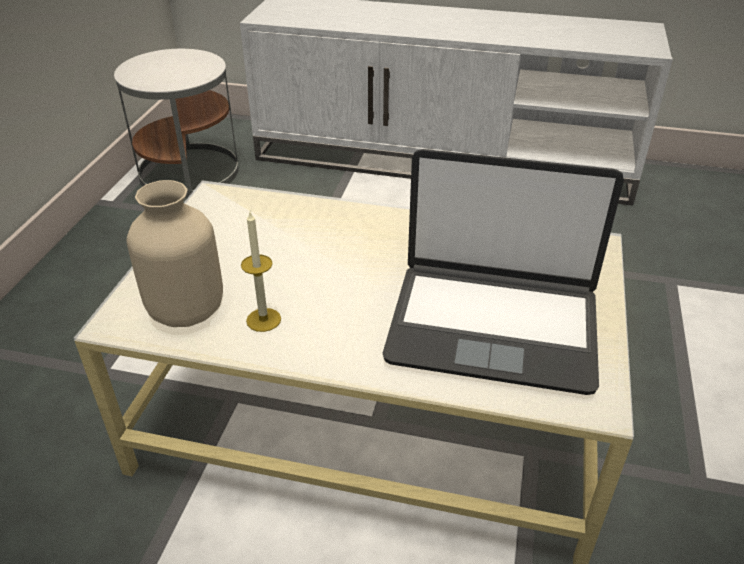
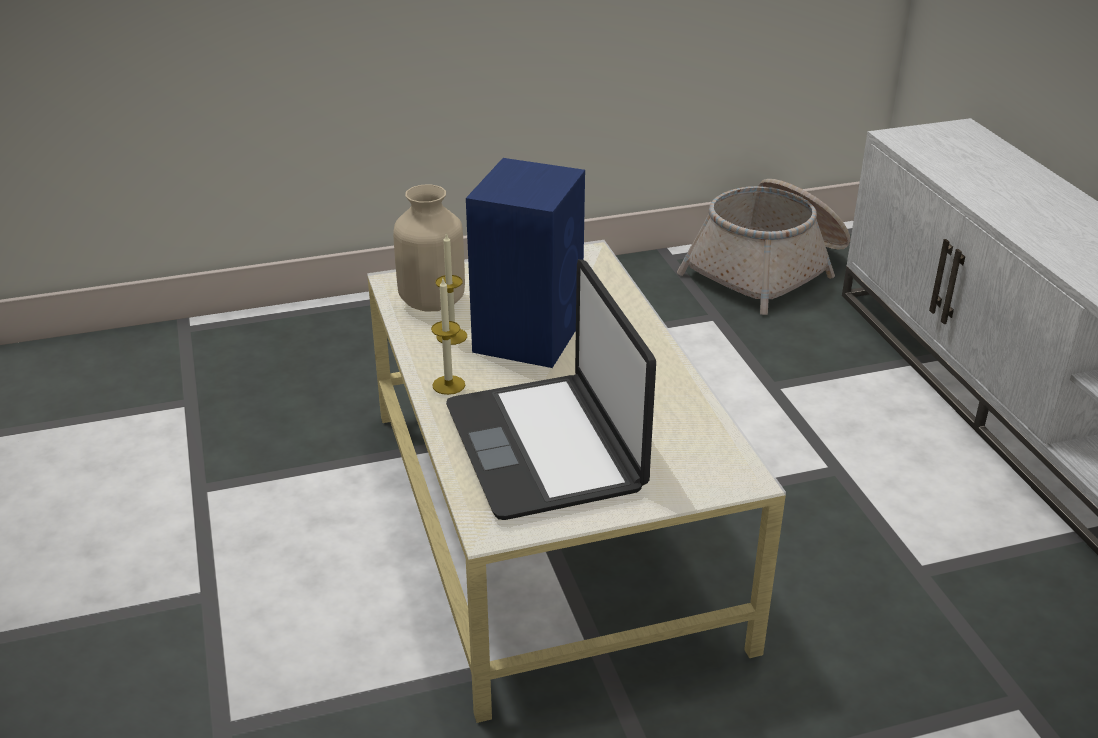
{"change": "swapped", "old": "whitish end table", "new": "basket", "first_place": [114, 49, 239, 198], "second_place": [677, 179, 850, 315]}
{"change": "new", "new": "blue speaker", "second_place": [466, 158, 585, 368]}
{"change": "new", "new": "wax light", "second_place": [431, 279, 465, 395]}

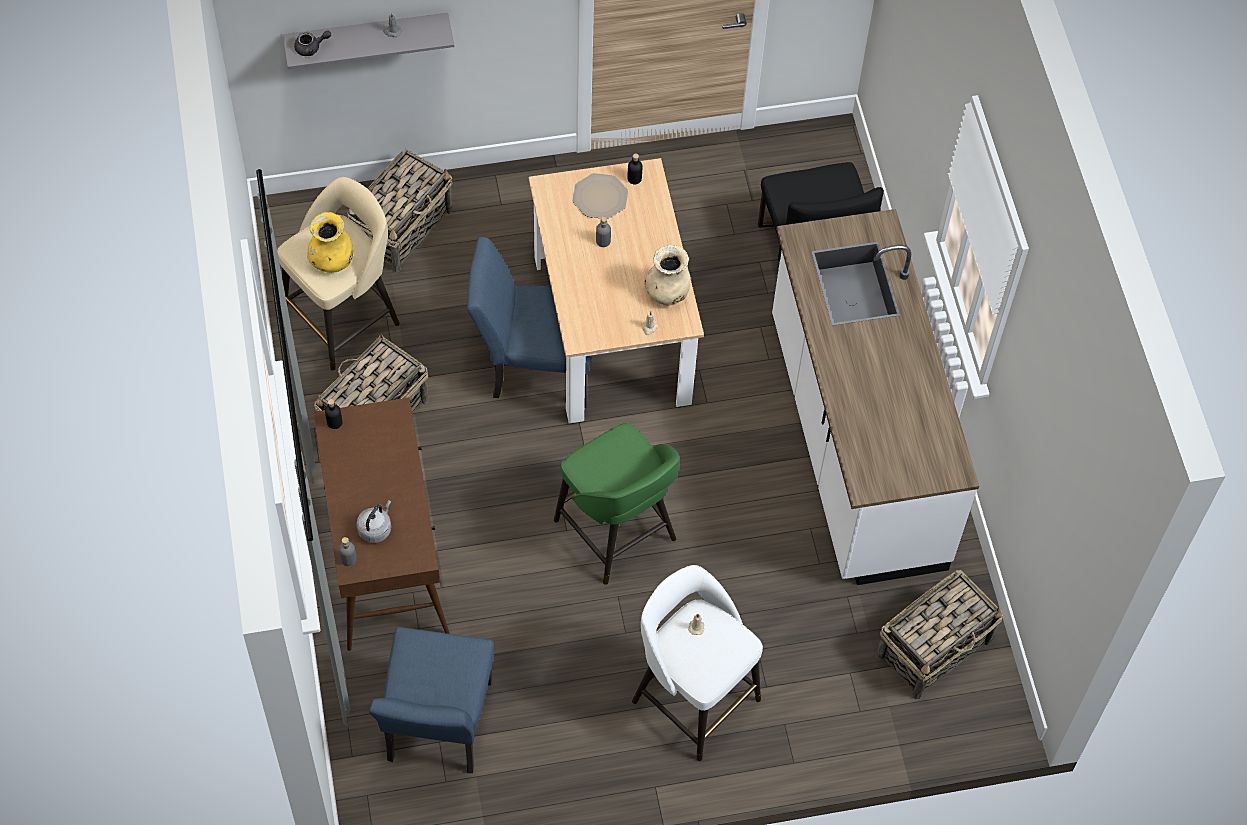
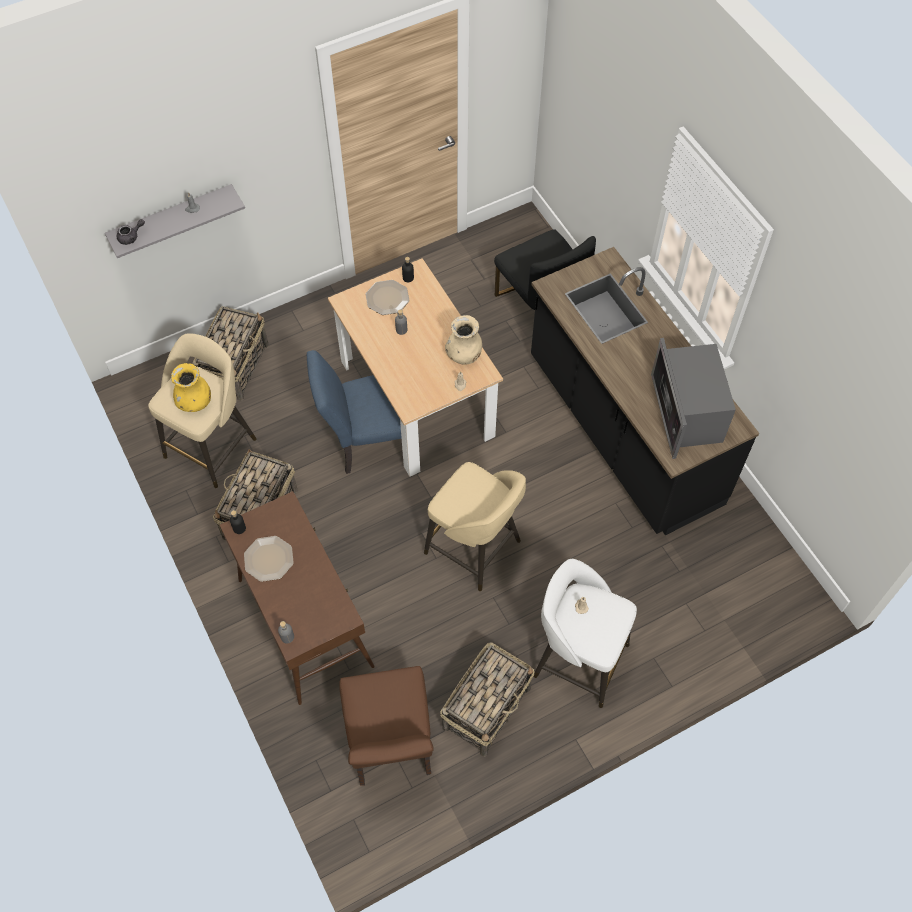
{"change": "repainted", "old": "whitish counter", "new": "black counter", "first_place": [772, 209, 979, 585], "second_place": [531, 247, 759, 536]}
{"change": "repainted", "old": "greenish stool seat", "new": "sand-coloured stool seat", "first_place": [554, 422, 680, 585], "second_place": [424, 462, 526, 591]}
{"change": "gone", "old": "gray water kettle", "first_place": [356, 500, 391, 543]}
{"change": "shifted", "old": "basket", "first_place": [876, 570, 1003, 699], "second_place": [440, 642, 535, 757]}
{"change": "repainted", "old": "blue chair", "new": "brown chair", "first_place": [369, 627, 494, 773], "second_place": [339, 666, 434, 786]}
{"change": "new", "new": "kitchen microwave", "second_place": [651, 338, 736, 459]}
{"change": "new", "new": "plate", "second_place": [244, 536, 294, 582]}

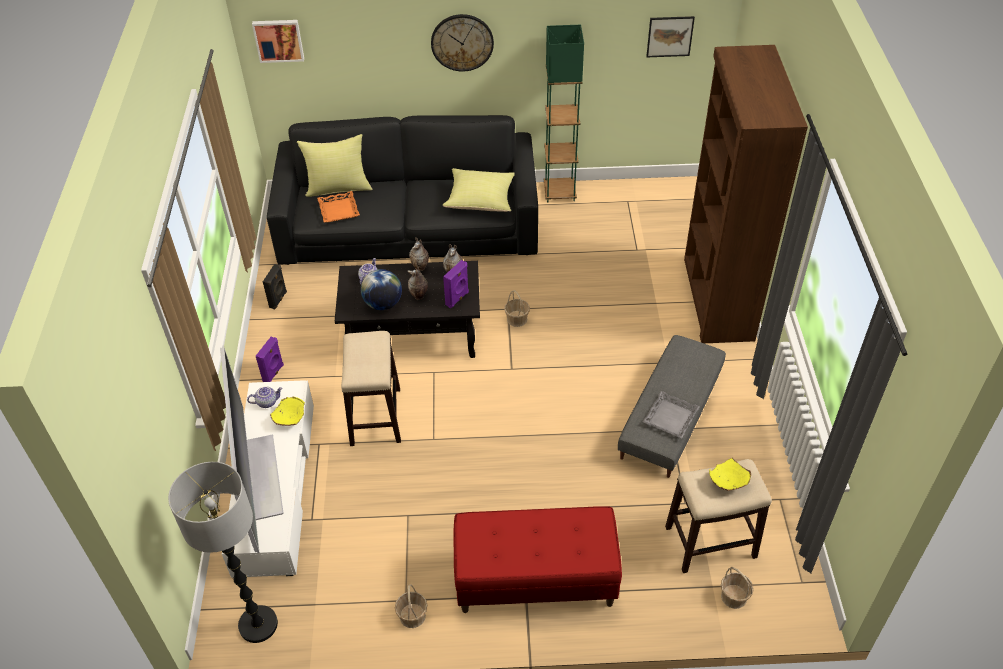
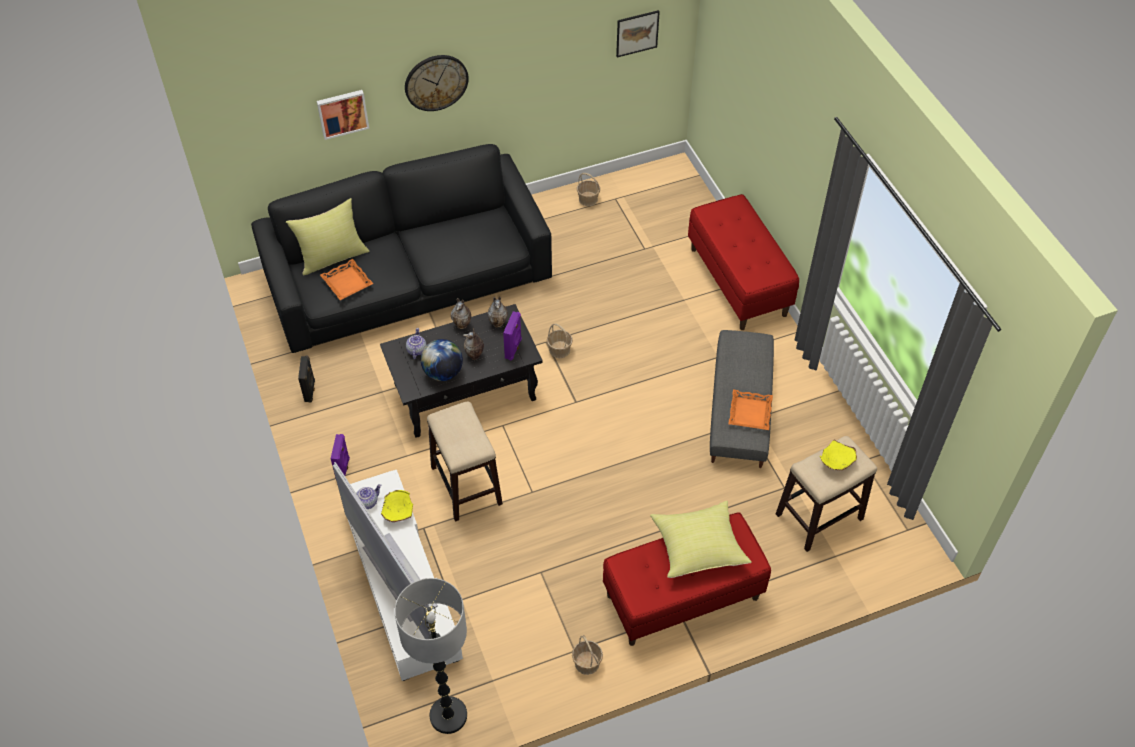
{"change": "shifted", "old": "wall picture", "first_place": [252, 20, 304, 63], "second_place": [317, 90, 369, 140]}
{"change": "gone", "old": "greenish standing lamp", "first_place": [544, 25, 584, 202]}
{"change": "swapped", "old": "brown shelving unit", "new": "red indoor bench", "first_place": [684, 45, 808, 343], "second_place": [688, 194, 799, 330]}
{"change": "shifted", "old": "yellow pillow", "first_place": [442, 168, 515, 212], "second_place": [650, 501, 752, 578]}
{"change": "repainted", "old": "gray tray", "new": "orange tray", "first_place": [643, 391, 700, 438], "second_place": [728, 389, 773, 430]}
{"change": "shifted", "old": "basket", "first_place": [721, 567, 754, 609], "second_place": [577, 173, 600, 206]}

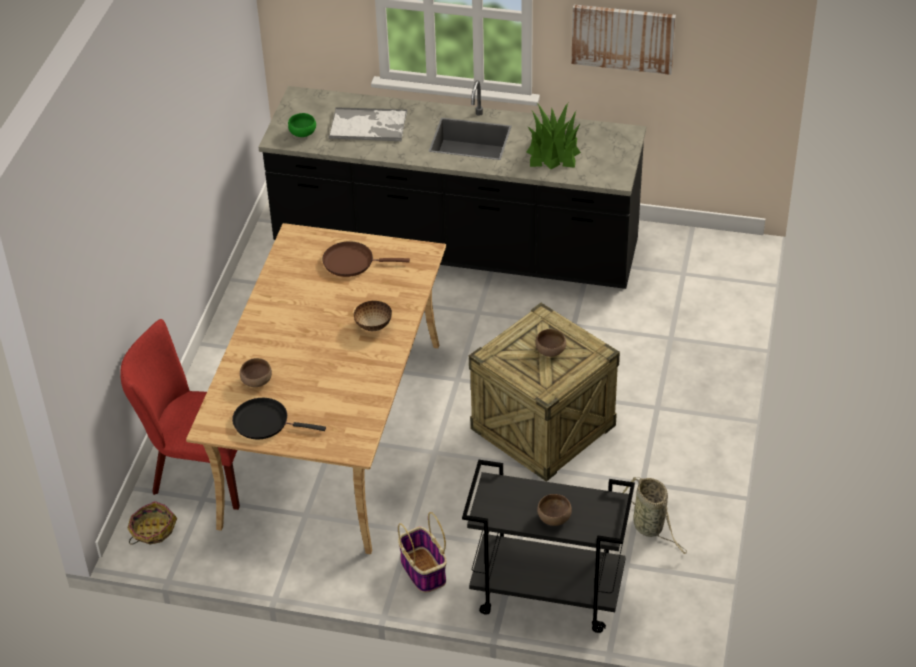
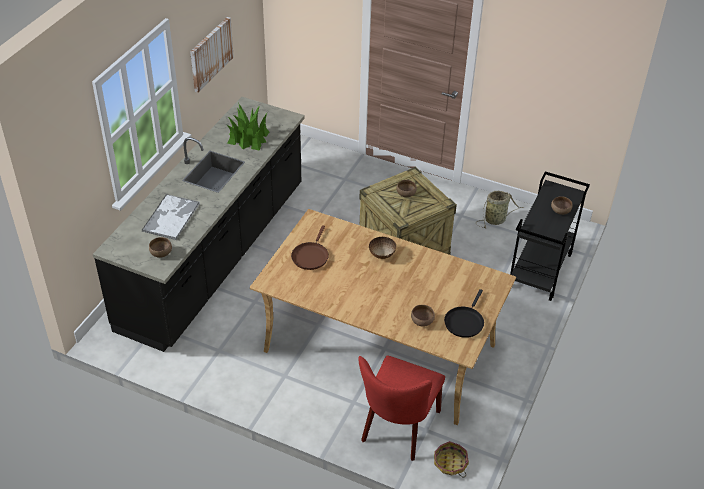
{"change": "repainted", "old": "greenish serving bowl", "new": "brown serving bowl", "first_place": [288, 113, 316, 137], "second_place": [149, 237, 172, 258]}
{"change": "gone", "old": "basket", "first_place": [398, 512, 447, 593]}

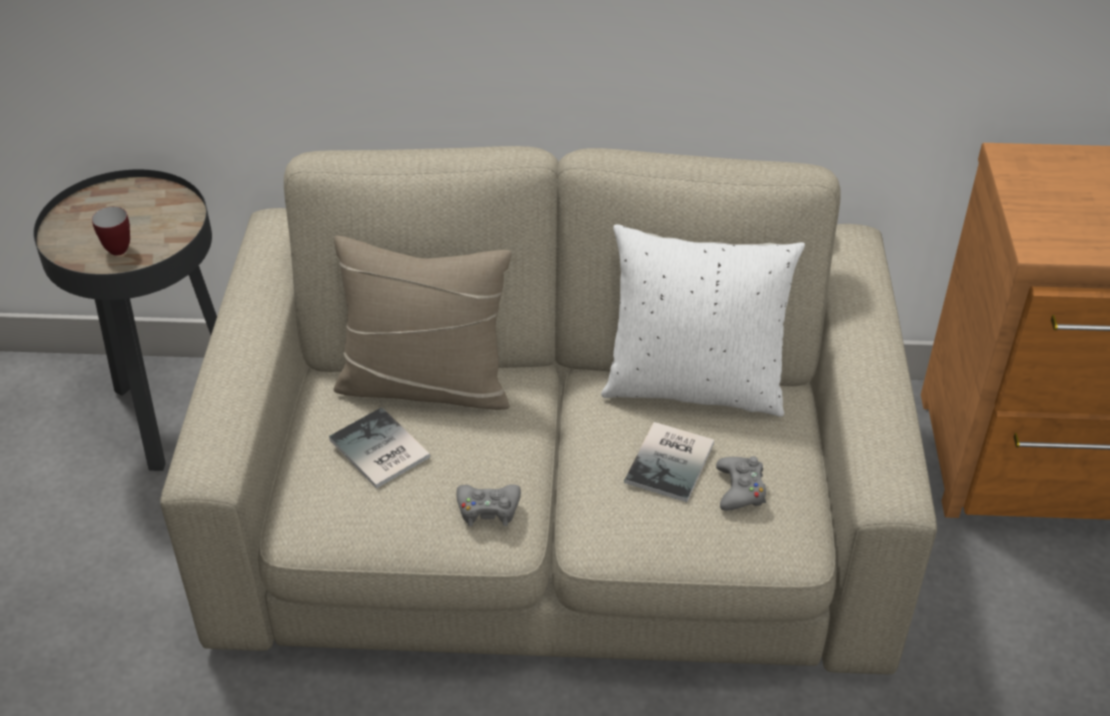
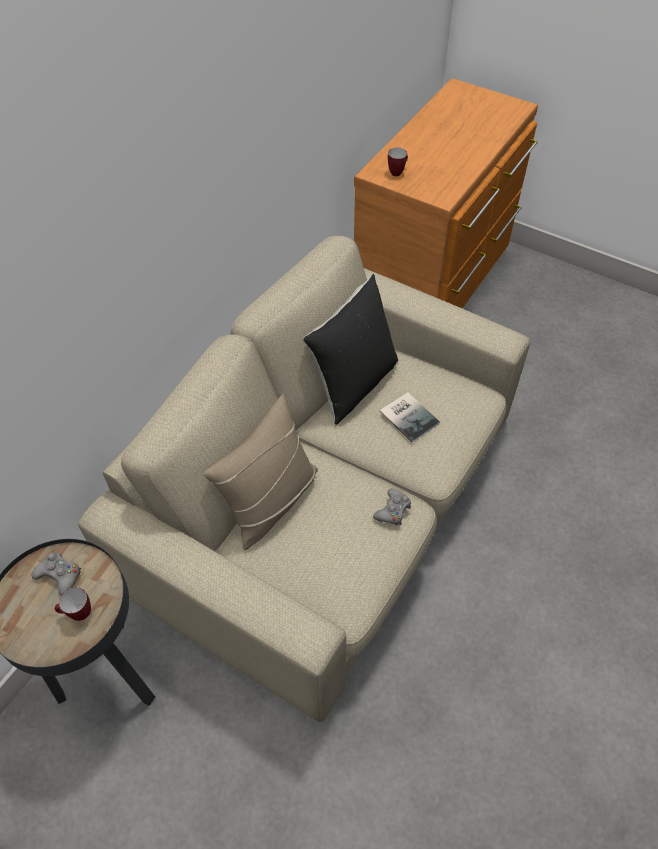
{"change": "repainted", "old": "whitish pillow", "new": "black pillow", "first_place": [601, 224, 805, 417], "second_place": [303, 274, 398, 425]}
{"change": "gone", "old": "volume", "first_place": [329, 407, 431, 489]}
{"change": "shifted", "old": "gray gamepad", "first_place": [716, 456, 766, 511], "second_place": [31, 552, 81, 595]}
{"change": "new", "new": "coffee mug", "second_place": [388, 147, 408, 176]}

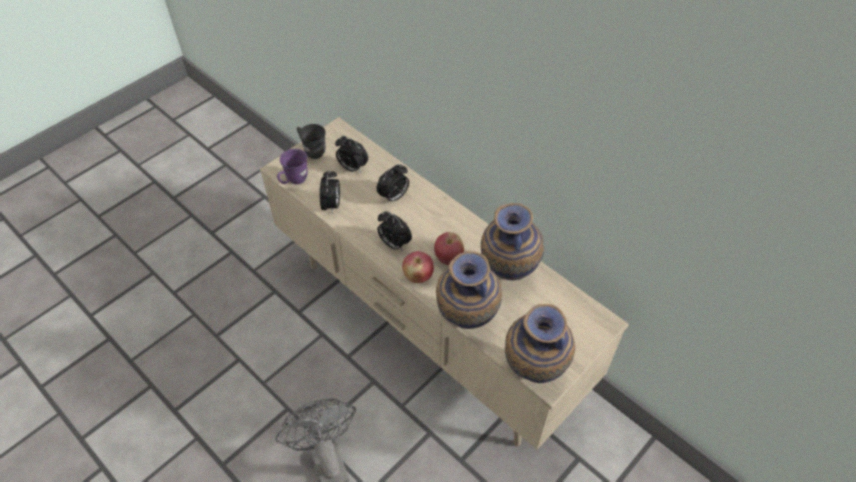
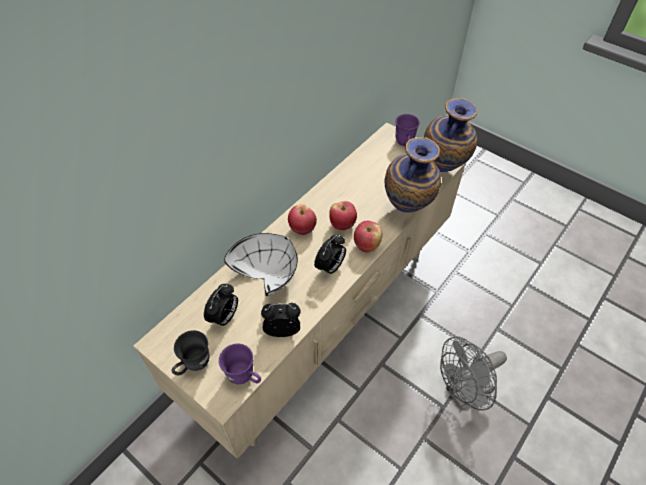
{"change": "swapped", "old": "bedside clock", "new": "whitish serving bowl", "first_place": [376, 164, 409, 203], "second_place": [224, 233, 298, 296]}
{"change": "gone", "old": "decorative vase", "first_place": [481, 203, 544, 280]}
{"change": "new", "new": "purplish coffee mug", "second_place": [395, 114, 420, 146]}
{"change": "new", "new": "apple fruit", "second_place": [288, 204, 317, 235]}

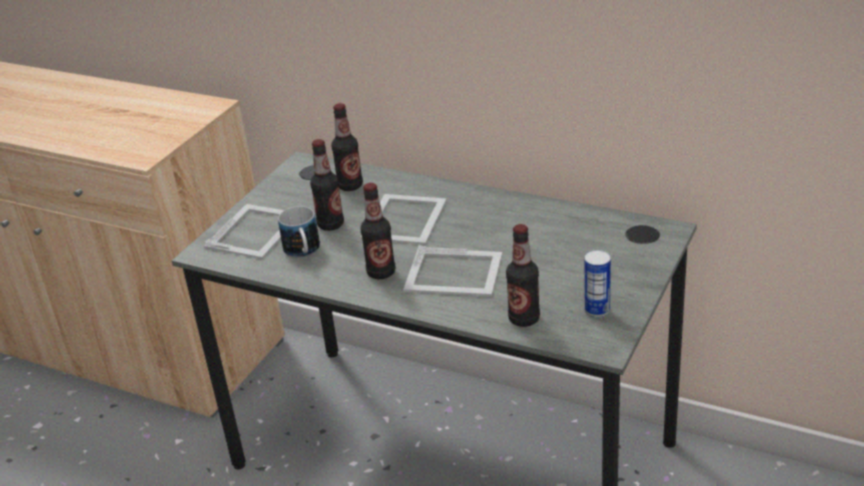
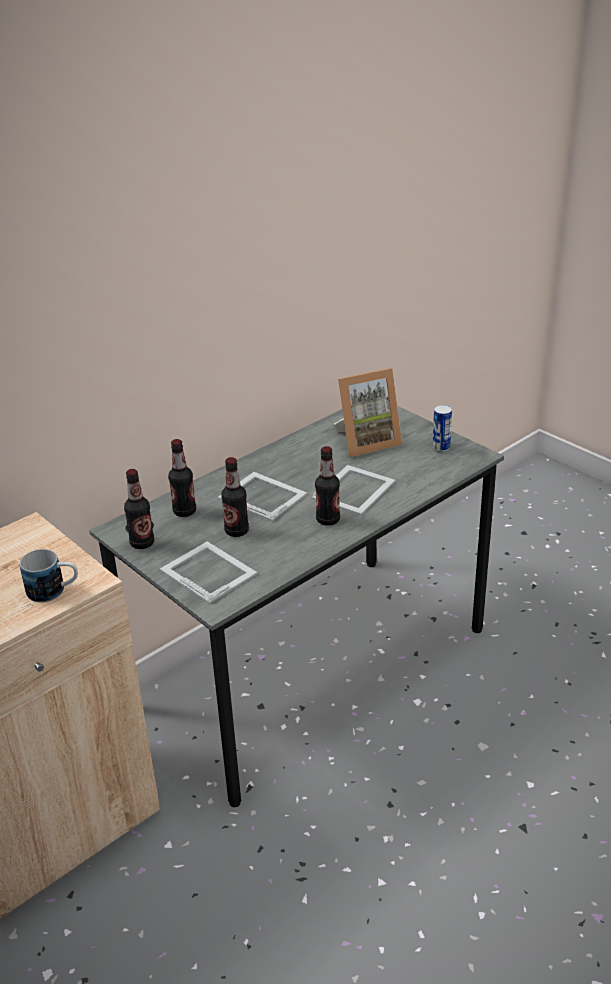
{"change": "shifted", "old": "coffee mug", "first_place": [278, 206, 320, 258], "second_place": [20, 549, 78, 603]}
{"change": "shifted", "old": "drink bottle", "first_place": [506, 224, 540, 327], "second_place": [124, 469, 154, 549]}
{"change": "new", "new": "standing frame", "second_place": [334, 368, 402, 457]}

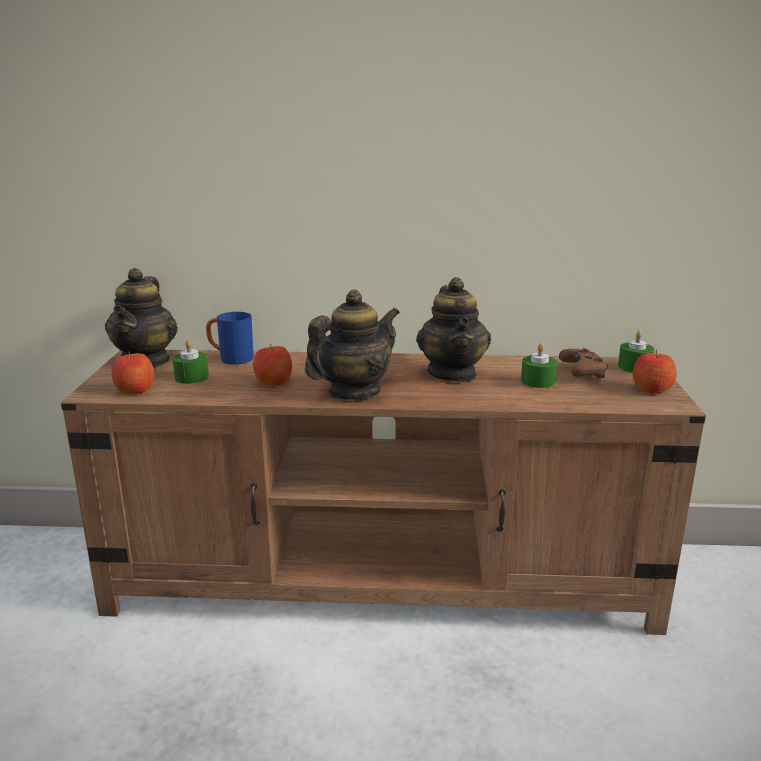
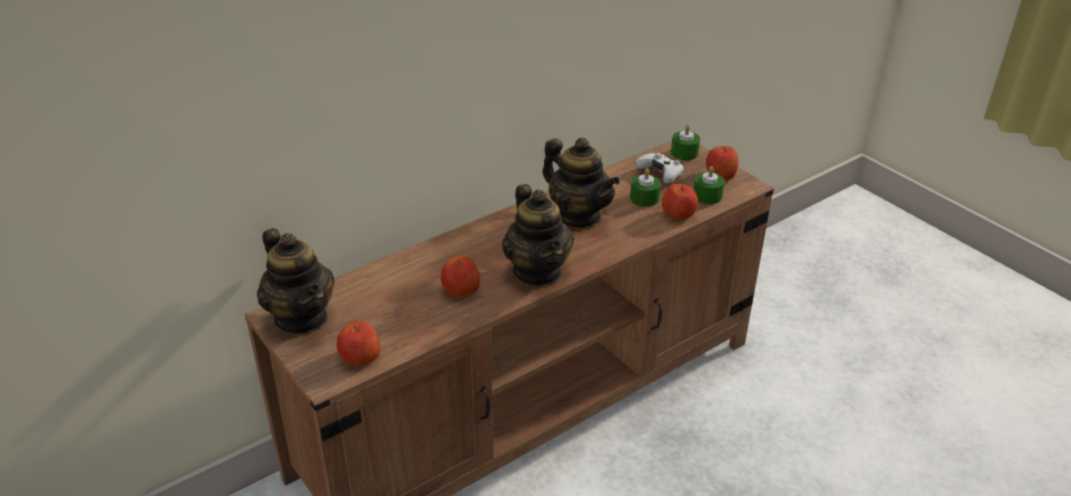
{"change": "rotated", "old": "tea pot", "first_place": [305, 290, 400, 400], "second_place": [502, 184, 574, 286], "degrees": 150}
{"change": "gone", "old": "blue coffee mug", "first_place": [206, 312, 254, 365]}
{"change": "shifted", "old": "greenish wax light", "first_place": [173, 339, 209, 384], "second_place": [694, 166, 725, 204]}
{"change": "repainted", "old": "brown gamepad", "new": "whitish gamepad", "first_place": [559, 348, 608, 378], "second_place": [635, 153, 684, 183]}
{"change": "new", "new": "apple fruit", "second_place": [662, 183, 698, 220]}

